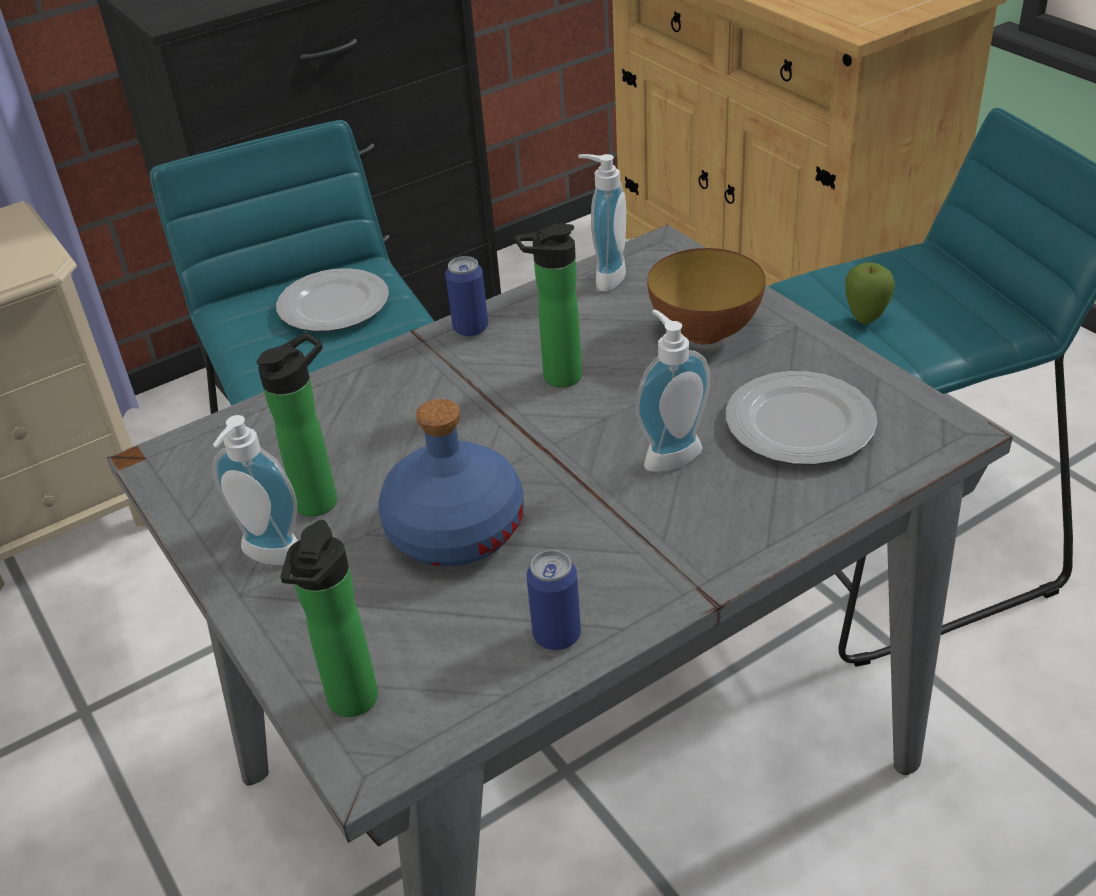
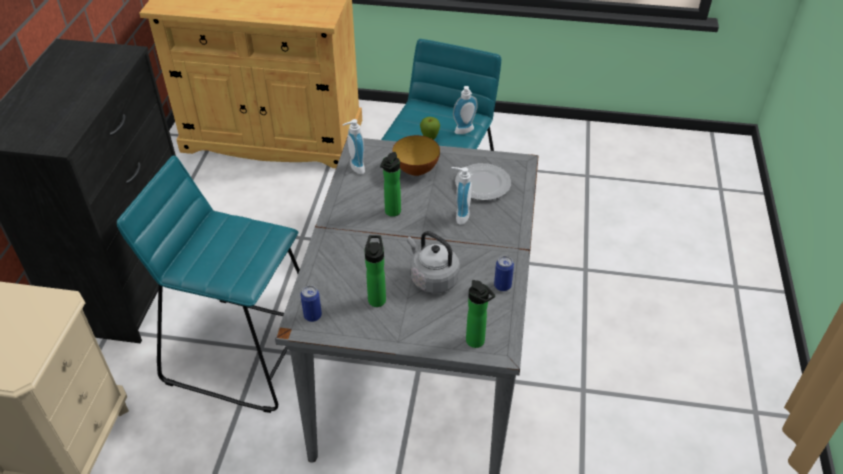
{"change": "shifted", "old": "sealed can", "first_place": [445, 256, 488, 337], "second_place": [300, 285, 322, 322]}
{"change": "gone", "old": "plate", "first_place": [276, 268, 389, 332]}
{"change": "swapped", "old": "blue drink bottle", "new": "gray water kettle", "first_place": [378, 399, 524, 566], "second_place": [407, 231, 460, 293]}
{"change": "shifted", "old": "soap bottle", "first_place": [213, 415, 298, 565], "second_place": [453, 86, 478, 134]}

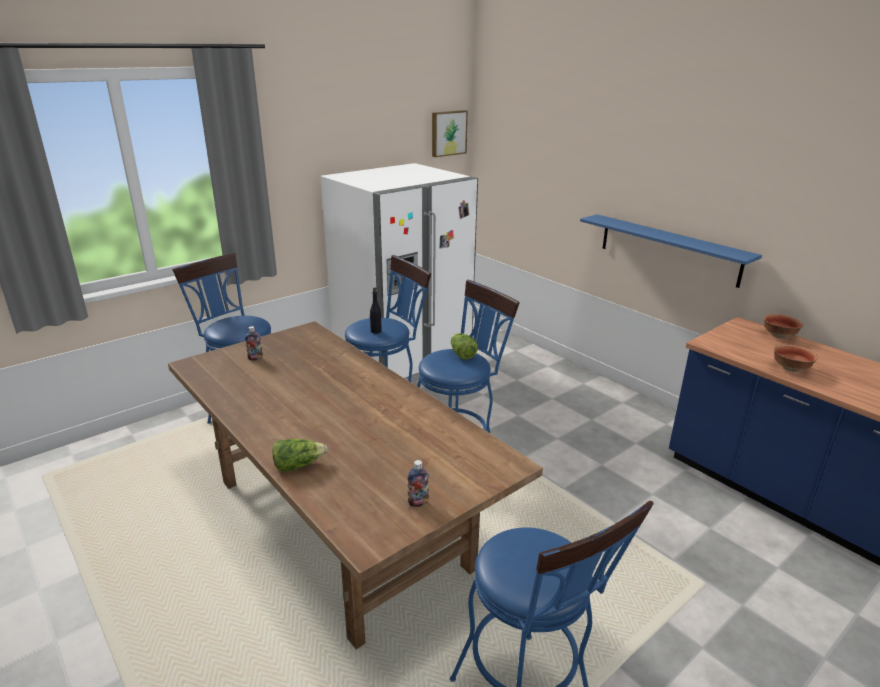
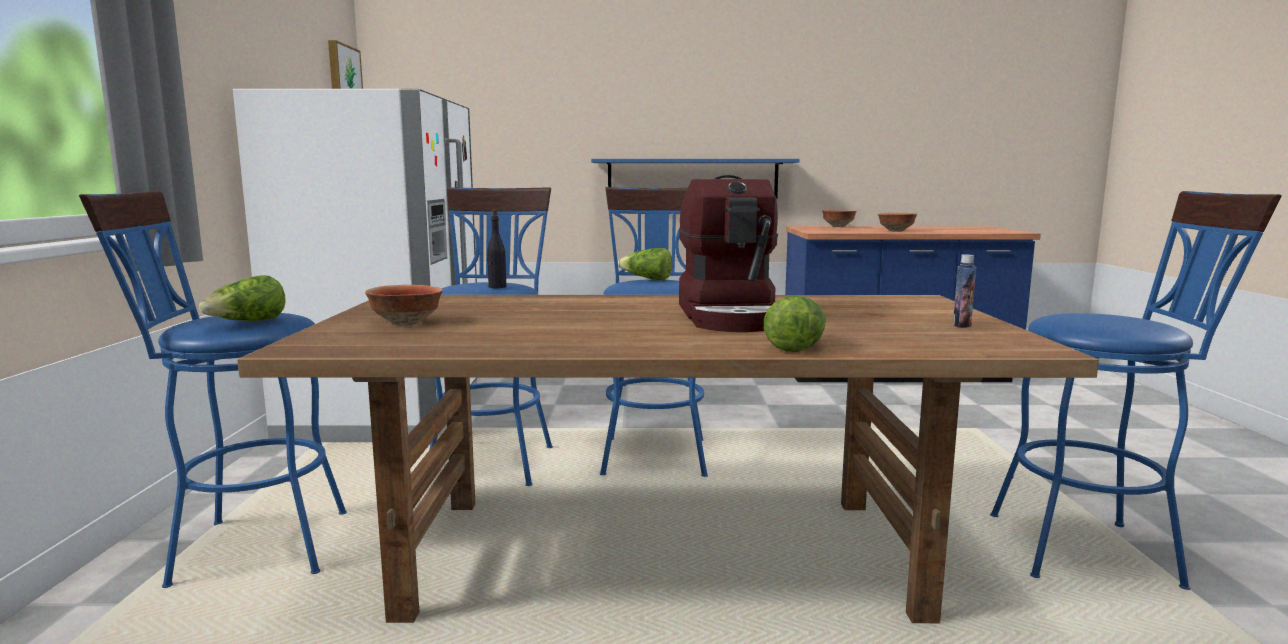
{"change": "swapped", "old": "drink bottle", "new": "serving bowl", "first_place": [245, 326, 263, 361], "second_place": [365, 285, 443, 326]}
{"change": "new", "new": "coffee machine", "second_place": [679, 175, 778, 332]}
{"change": "new", "new": "lettuce", "second_place": [199, 275, 286, 321]}

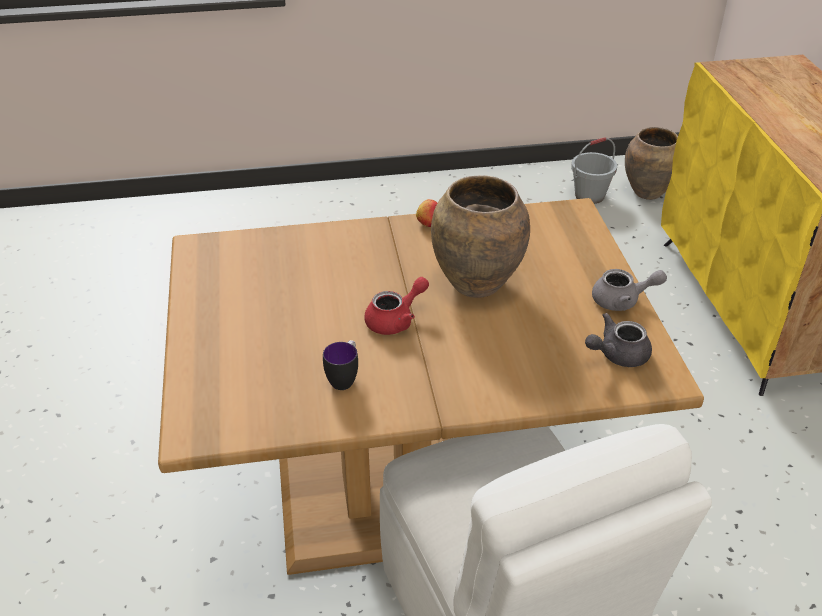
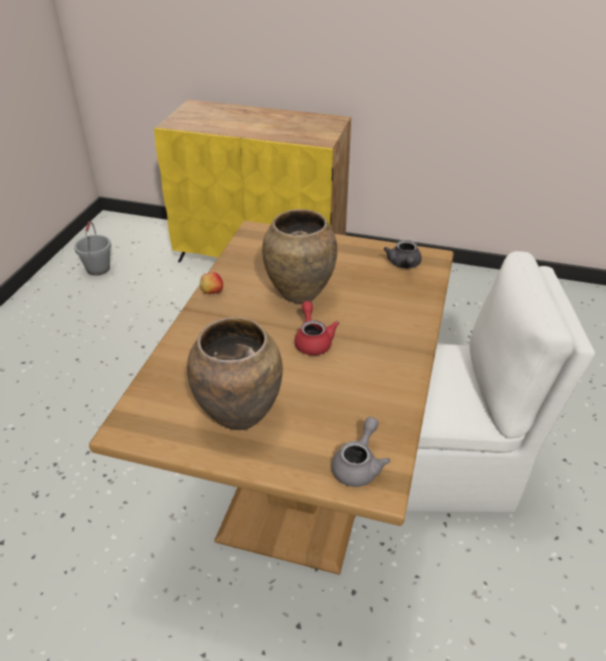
{"change": "shifted", "old": "brown decorative vase", "first_place": [625, 127, 678, 200], "second_place": [187, 317, 283, 430]}
{"change": "shifted", "old": "gray tea pot", "first_place": [592, 269, 667, 311], "second_place": [331, 417, 390, 487]}
{"change": "gone", "old": "coffee mug", "first_place": [323, 340, 358, 390]}

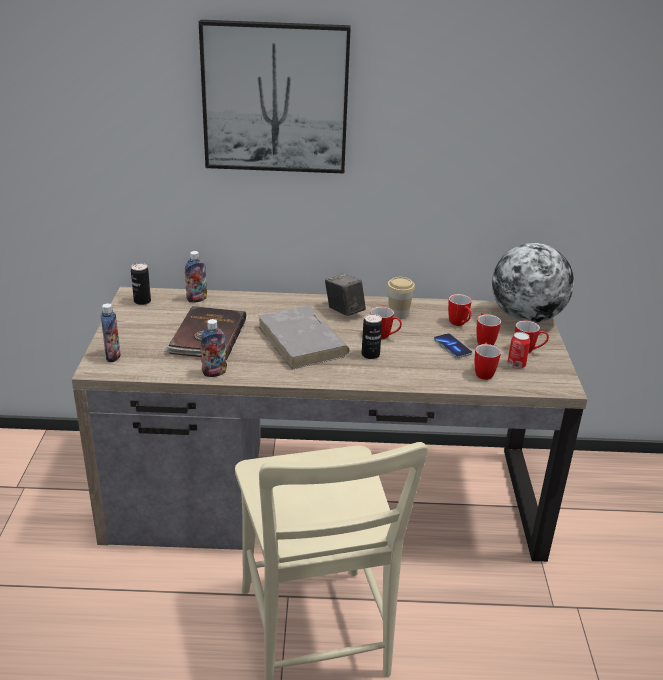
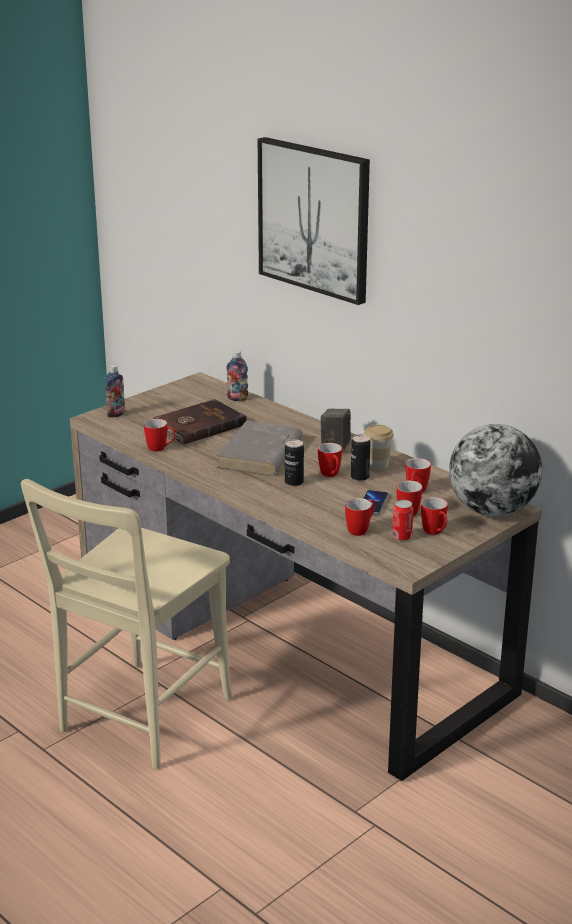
{"change": "shifted", "old": "sealed can", "first_place": [131, 263, 151, 305], "second_place": [351, 434, 370, 481]}
{"change": "swapped", "old": "drink bottle", "new": "coffee mug", "first_place": [200, 319, 227, 377], "second_place": [144, 419, 176, 452]}

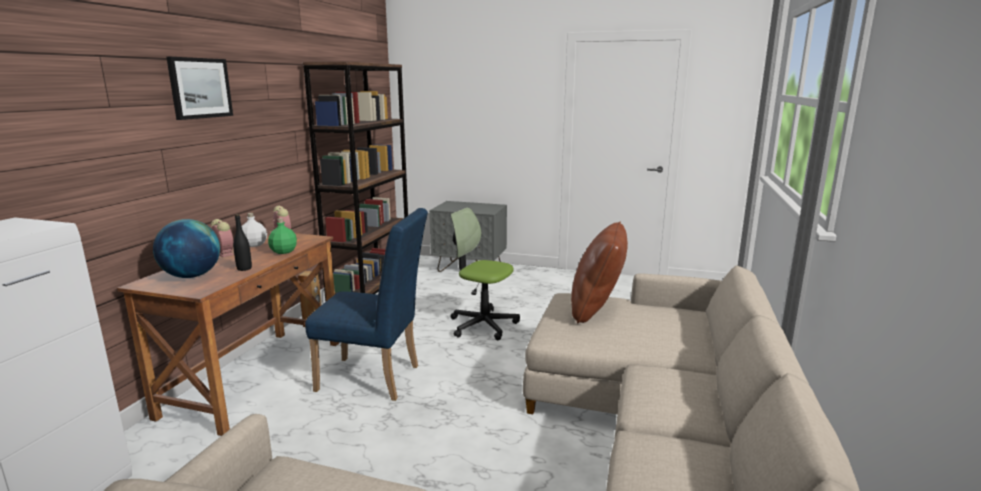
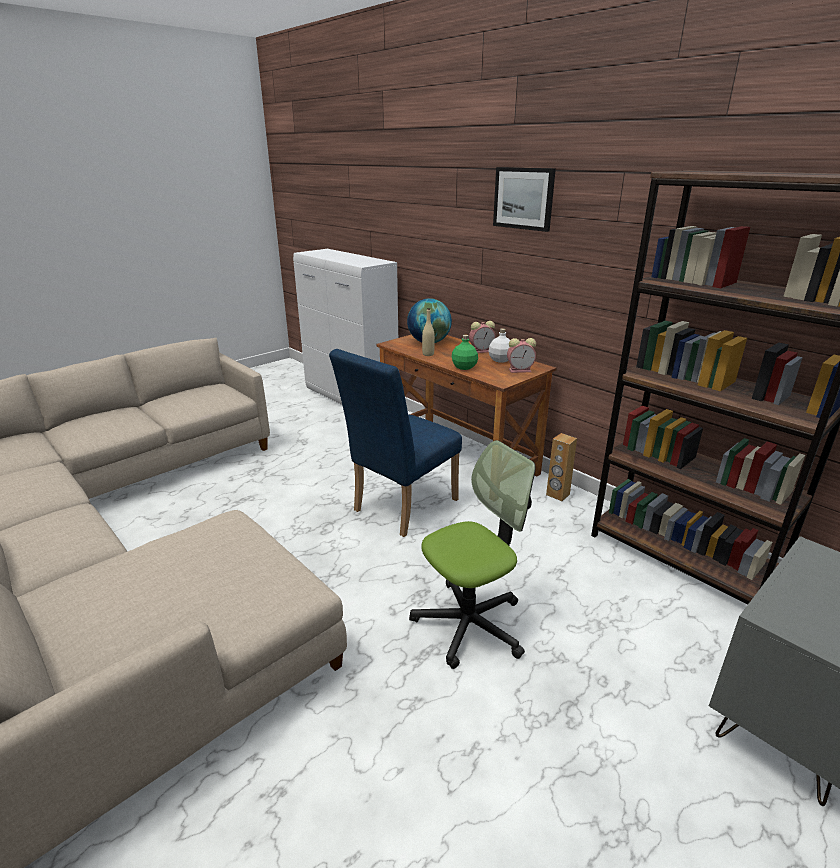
{"change": "repainted", "old": "black drink bottle", "new": "sand-coloured drink bottle", "first_place": [233, 214, 252, 271], "second_place": [422, 308, 435, 356]}
{"change": "gone", "old": "brown pillow", "first_place": [571, 222, 628, 323]}

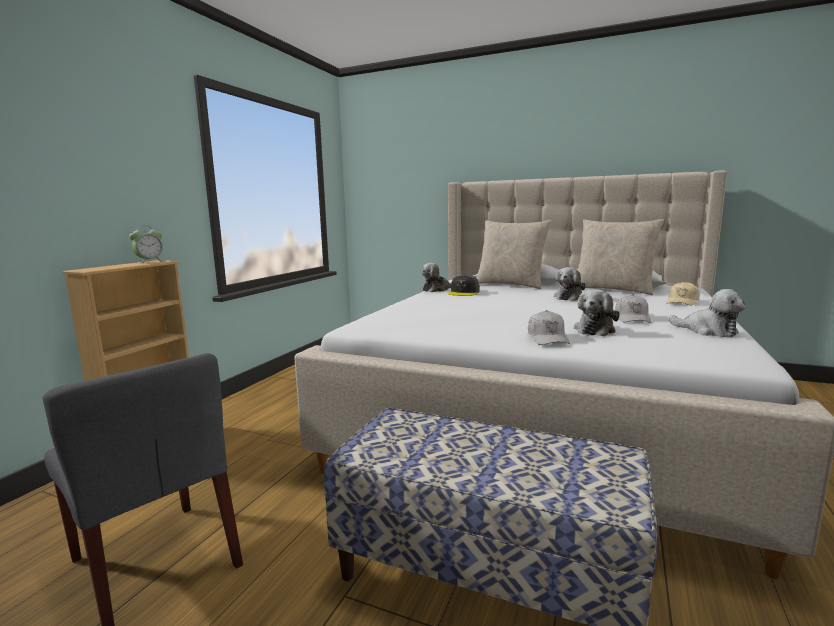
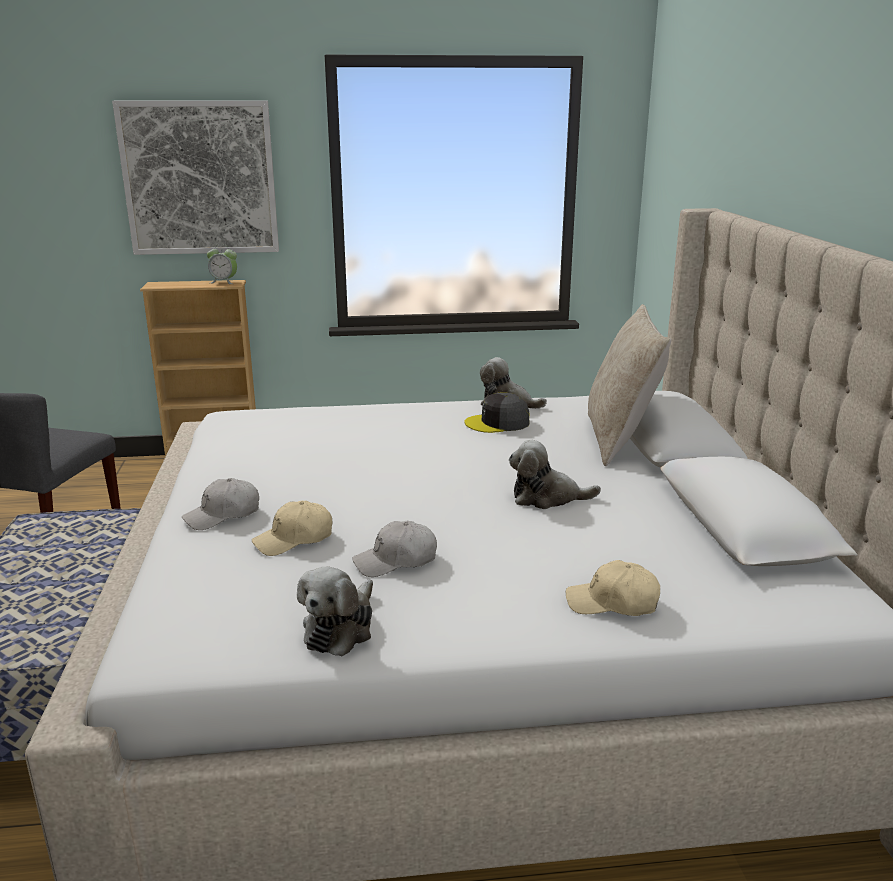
{"change": "gone", "old": "sand-coloured pillow", "first_place": [578, 219, 664, 295]}
{"change": "swapped", "old": "plush toy", "new": "sand-coloured cap", "first_place": [574, 289, 620, 336], "second_place": [252, 501, 332, 556]}
{"change": "new", "new": "wall picture", "second_place": [112, 100, 279, 255]}

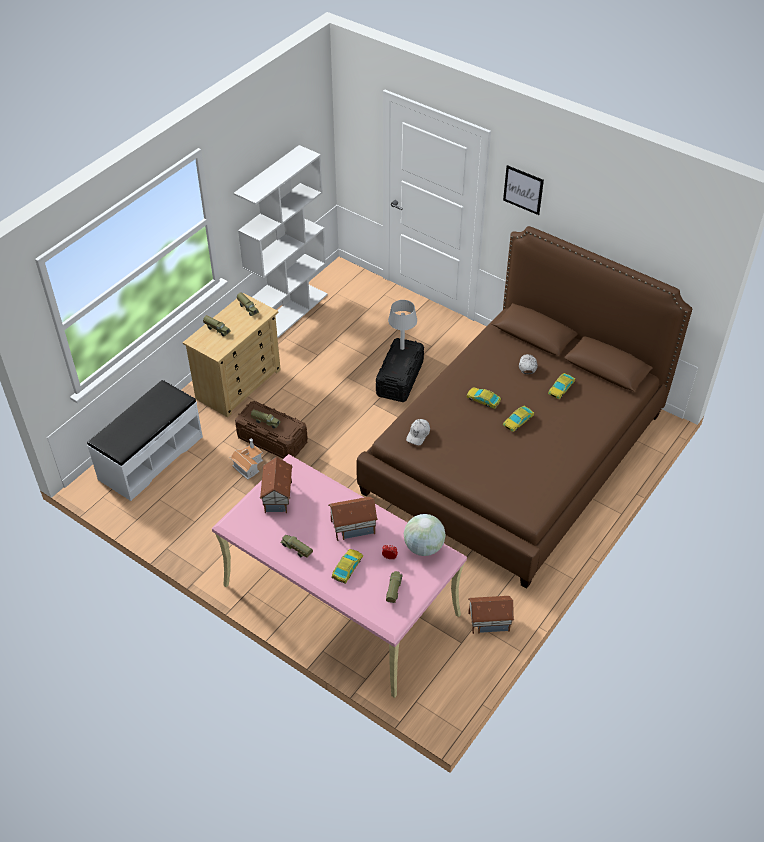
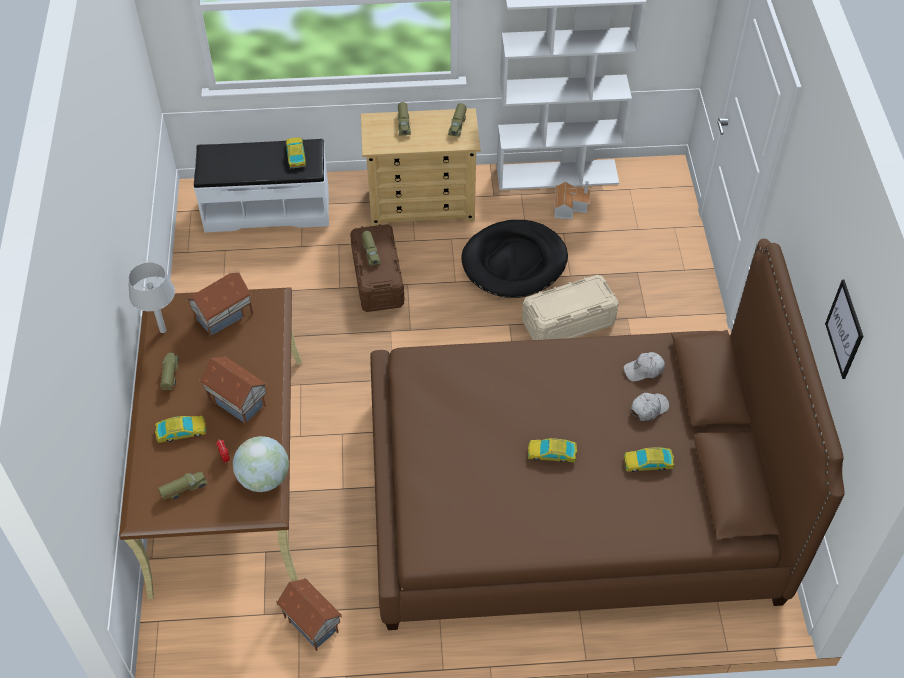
{"change": "shifted", "old": "wall picture", "first_place": [503, 165, 544, 215], "second_place": [825, 280, 863, 379]}
{"change": "shifted", "old": "gray lamp for a table", "first_place": [388, 300, 417, 350], "second_place": [128, 262, 175, 333]}
{"change": "repainted", "old": "black storage bin", "new": "sand-coloured storage bin", "first_place": [376, 338, 424, 402], "second_place": [522, 275, 619, 340]}
{"change": "shifted", "old": "miniature car", "first_place": [466, 387, 501, 409], "second_place": [286, 138, 306, 169]}
{"change": "shifted", "old": "whitish cap", "first_place": [406, 419, 430, 446], "second_place": [624, 352, 665, 382]}
{"change": "shifted", "old": "model house", "first_place": [230, 438, 263, 479], "second_place": [554, 181, 590, 219]}
{"change": "repainted", "old": "pink desk unit", "new": "brown desk unit", "first_place": [212, 454, 467, 698], "second_place": [119, 287, 302, 599]}
{"change": "new", "new": "black dog cushion", "second_place": [461, 220, 568, 298]}

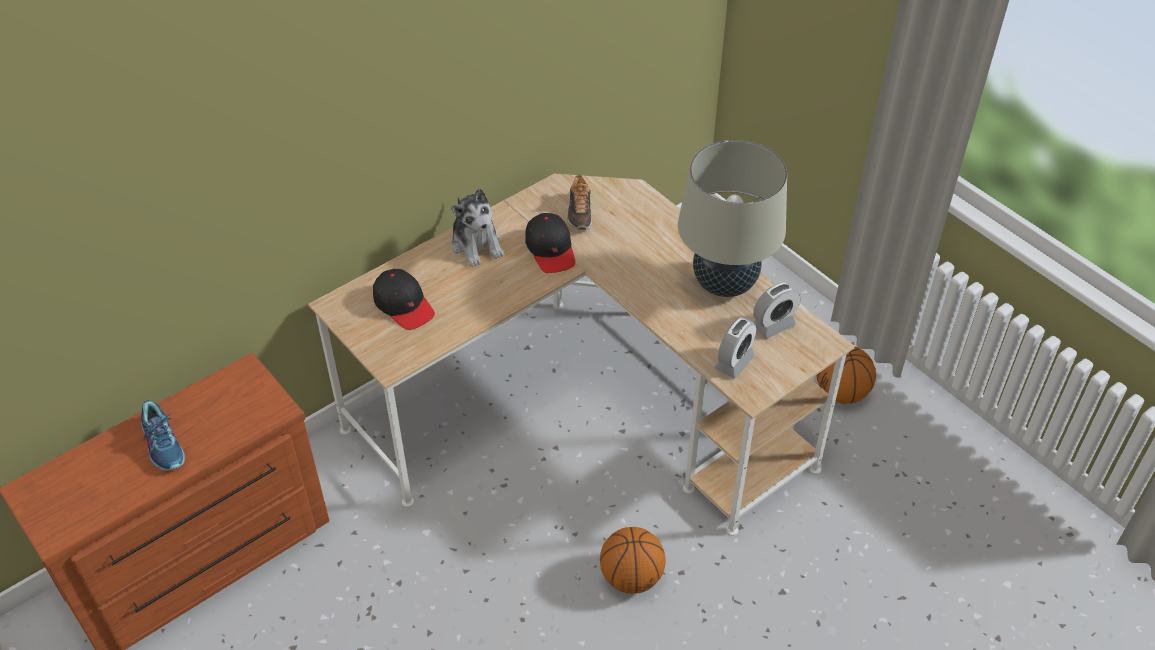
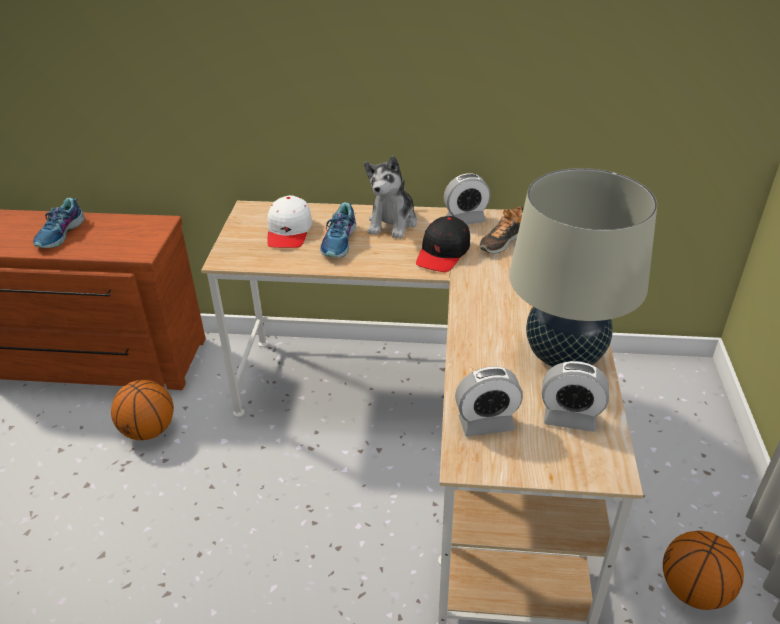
{"change": "repainted", "old": "black cap", "new": "whitish cap", "first_place": [373, 269, 435, 330], "second_place": [267, 195, 312, 248]}
{"change": "shifted", "old": "ball for basketball", "first_place": [600, 527, 666, 594], "second_place": [111, 380, 174, 440]}
{"change": "new", "new": "bedside clock", "second_place": [444, 173, 490, 225]}
{"change": "new", "new": "low shoe", "second_place": [320, 202, 356, 257]}

